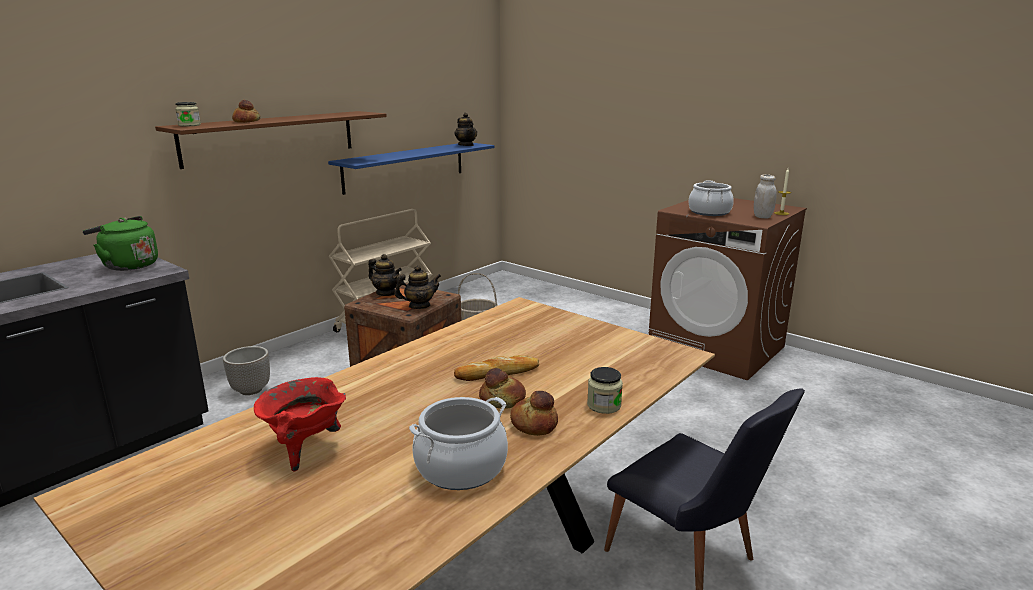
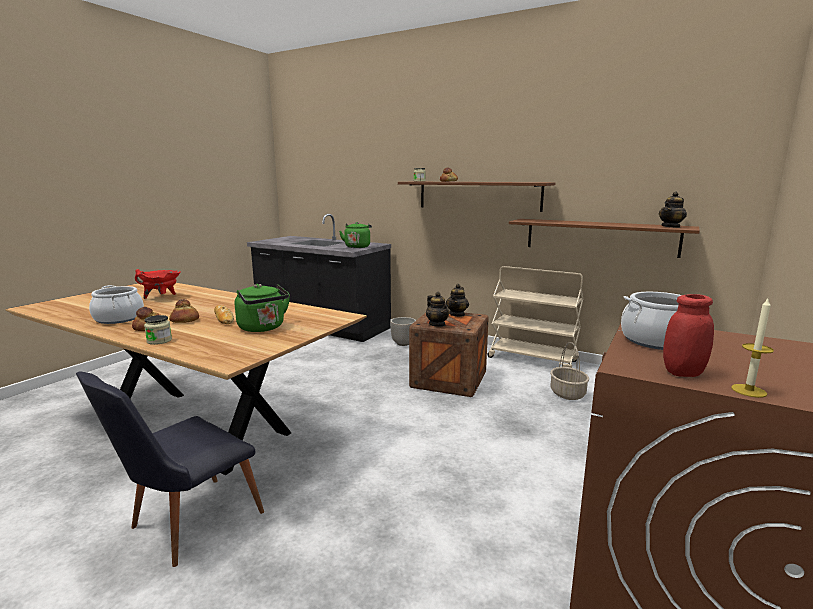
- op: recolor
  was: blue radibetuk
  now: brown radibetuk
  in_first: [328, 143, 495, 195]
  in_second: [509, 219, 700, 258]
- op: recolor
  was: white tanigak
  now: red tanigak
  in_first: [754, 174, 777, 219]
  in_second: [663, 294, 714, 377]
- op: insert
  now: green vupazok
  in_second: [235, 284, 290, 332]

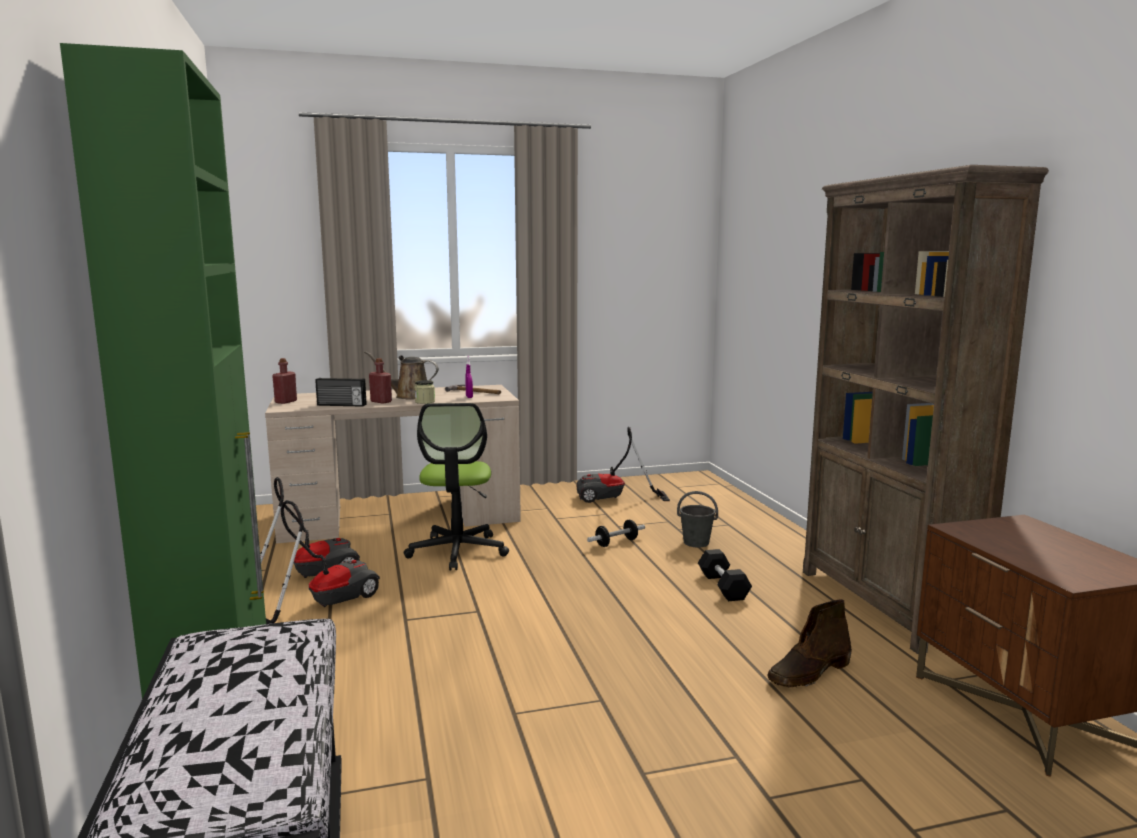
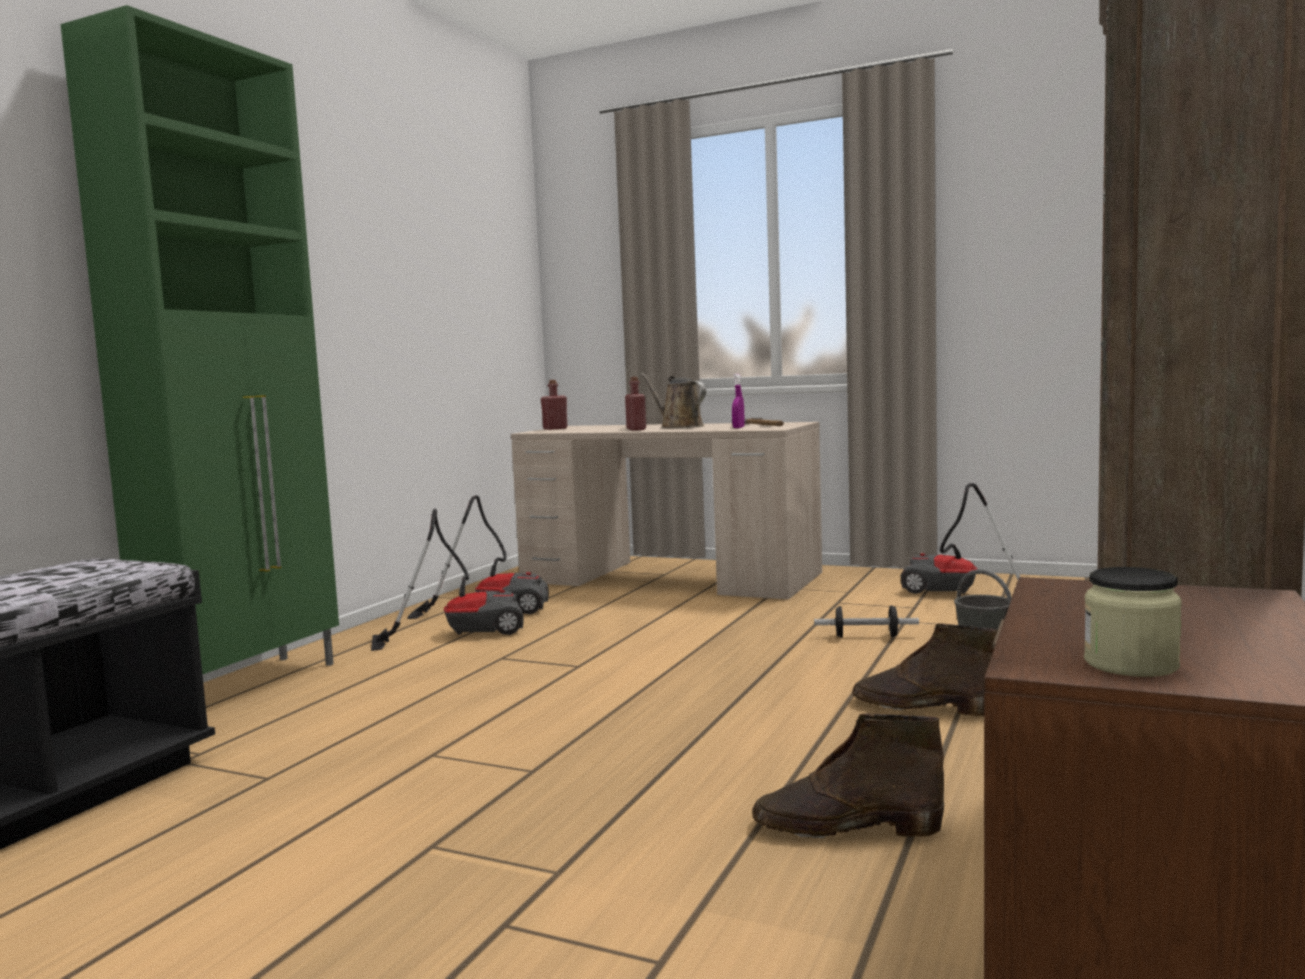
- op: delete
  was: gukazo
  in_first: [315, 378, 367, 407]
- op: delete
  was: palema
  in_first: [404, 403, 509, 570]
- op: move
  was: tanigak
  in_first: [415, 380, 435, 404]
  in_second: [1084, 567, 1182, 677]
- op: replace
  was: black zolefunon
  now: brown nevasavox
  in_first: [698, 549, 752, 601]
  in_second: [852, 623, 997, 716]

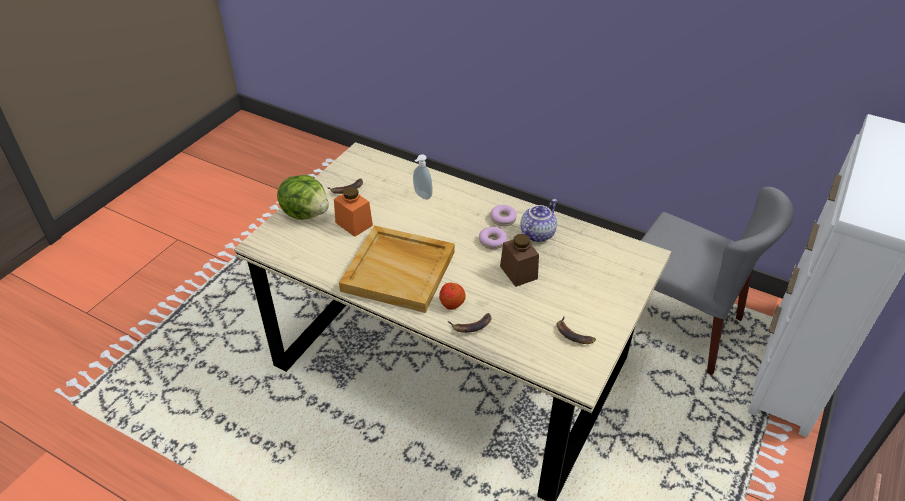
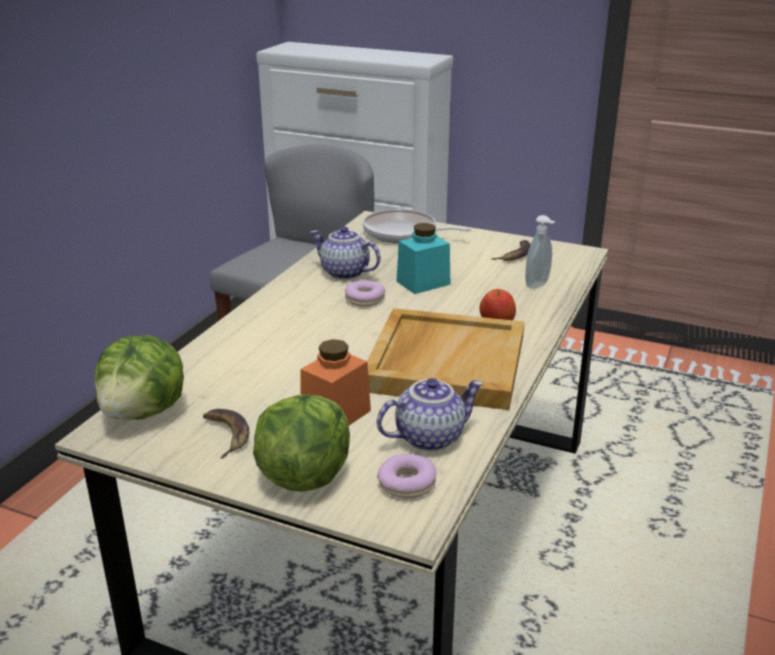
- op: move
  was: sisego
  in_first: [413, 154, 433, 200]
  in_second: [525, 215, 555, 289]
- op: delete
  was: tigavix
  in_first: [448, 313, 492, 333]
- op: move
  was: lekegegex
  in_first: [490, 205, 517, 226]
  in_second: [377, 454, 437, 498]
- op: recolor
  was: brown tanigak
  now: turquoise tanigak
  in_first: [500, 234, 539, 287]
  in_second: [396, 223, 450, 294]
- op: insert
  now: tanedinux
  in_second: [95, 335, 184, 420]
- op: insert
  now: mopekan
  in_second: [362, 209, 471, 243]
- op: insert
  now: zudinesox
  in_second: [377, 378, 483, 451]

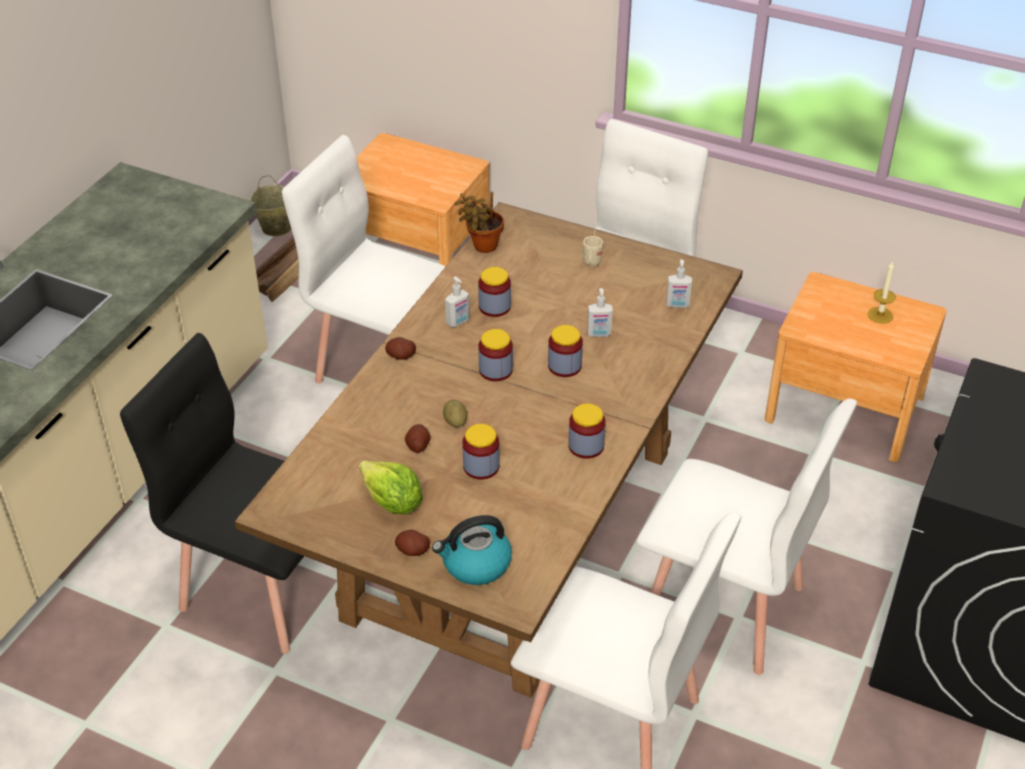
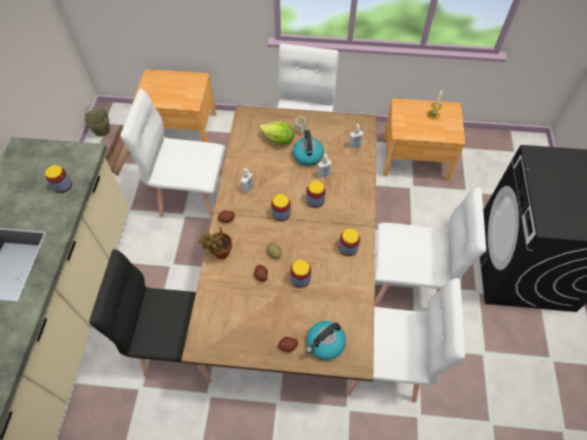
- op: move
  was: tanedinux
  in_first: [359, 460, 423, 514]
  in_second: [259, 122, 294, 145]
- op: move
  was: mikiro
  in_first: [455, 192, 504, 253]
  in_second: [198, 227, 232, 259]
- op: move
  was: tanigak
  in_first: [478, 267, 511, 317]
  in_second: [45, 165, 72, 193]
- op: insert
  now: vupazok
  in_second: [293, 129, 324, 166]

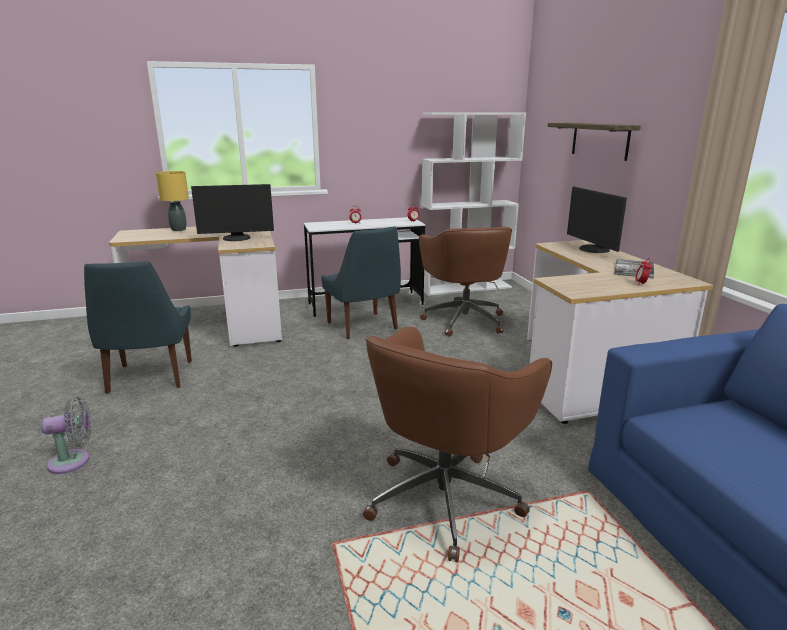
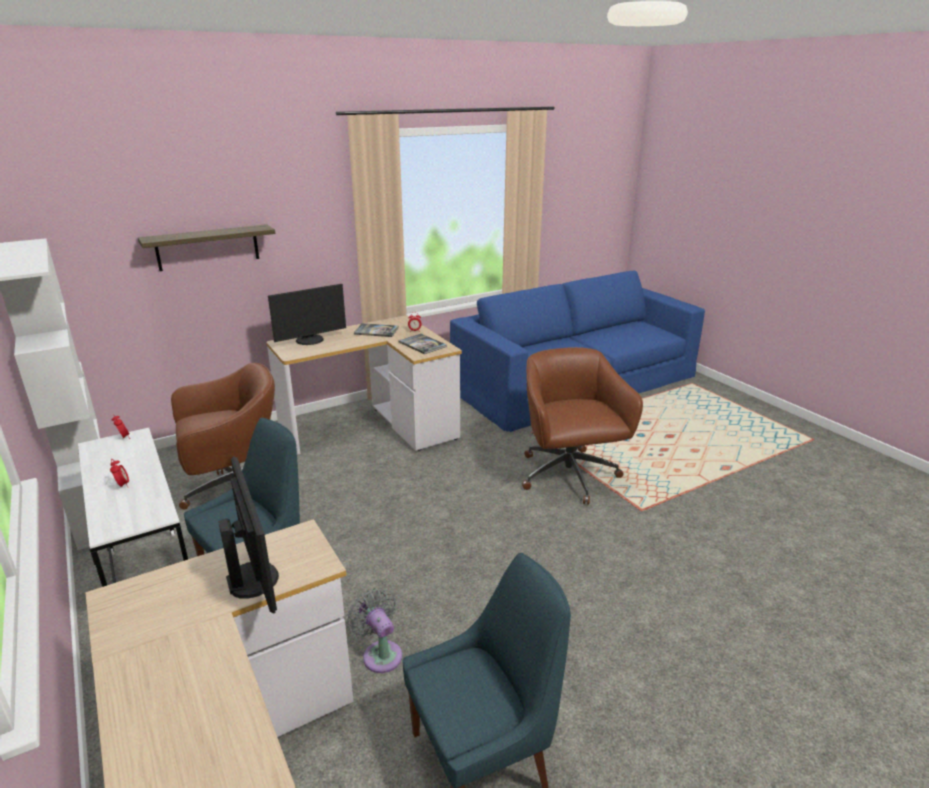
- op: move
  was: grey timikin
  in_first: [41, 396, 91, 474]
  in_second: [347, 588, 402, 673]
- op: delete
  was: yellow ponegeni
  in_first: [156, 171, 189, 231]
- op: rotate
  was: brown palema
  in_first: [363, 327, 552, 562]
  in_second: [522, 347, 643, 505]
  clockwise: -120
- op: insert
  now: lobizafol
  in_second: [399, 334, 447, 354]

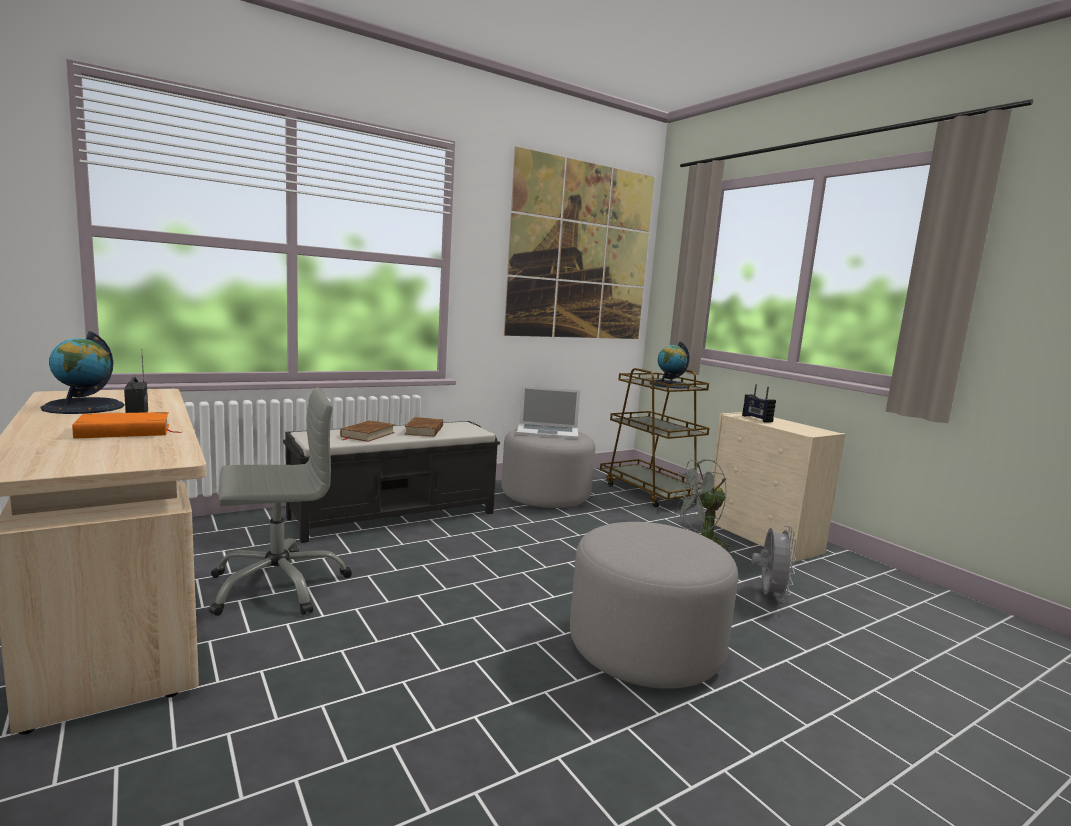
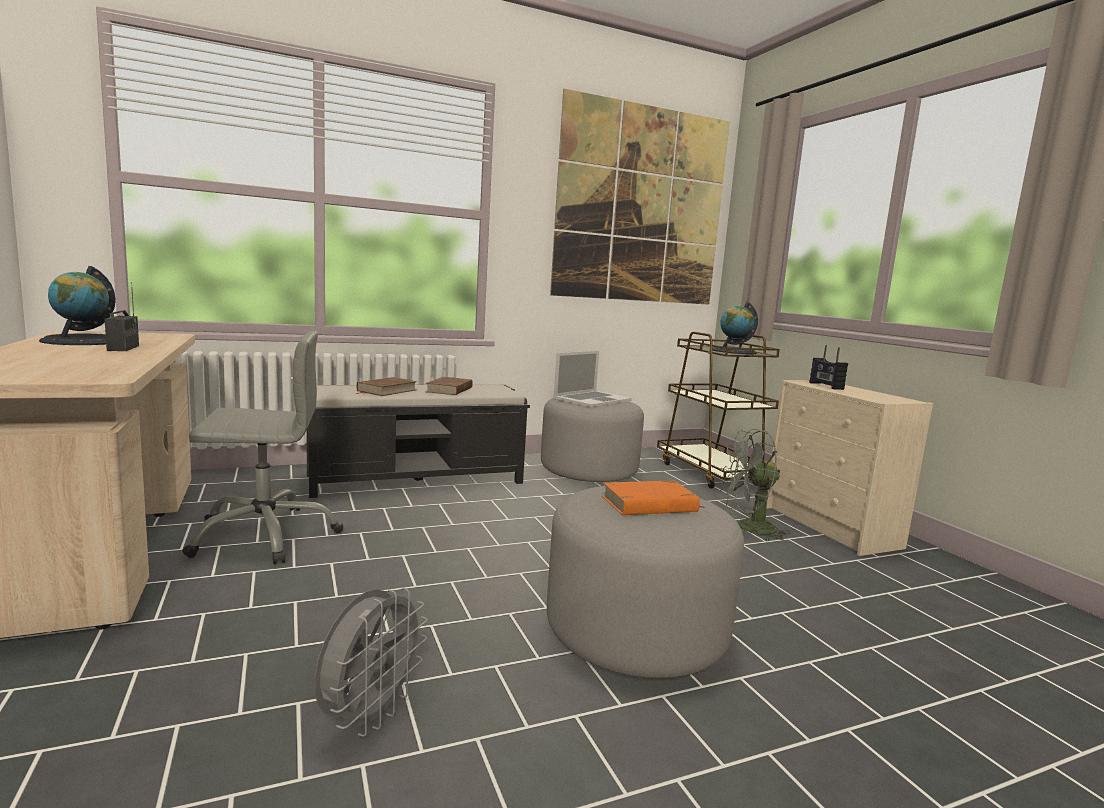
- op: move
  was: orange lobizafol
  in_first: [72, 412, 181, 439]
  in_second: [602, 480, 705, 515]
- op: rotate
  was: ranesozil
  in_first: [516, 386, 581, 439]
  in_second: [554, 351, 632, 407]
  clockwise: -60
- op: move
  was: grey timikin
  in_first: [752, 526, 796, 602]
  in_second: [314, 587, 428, 737]

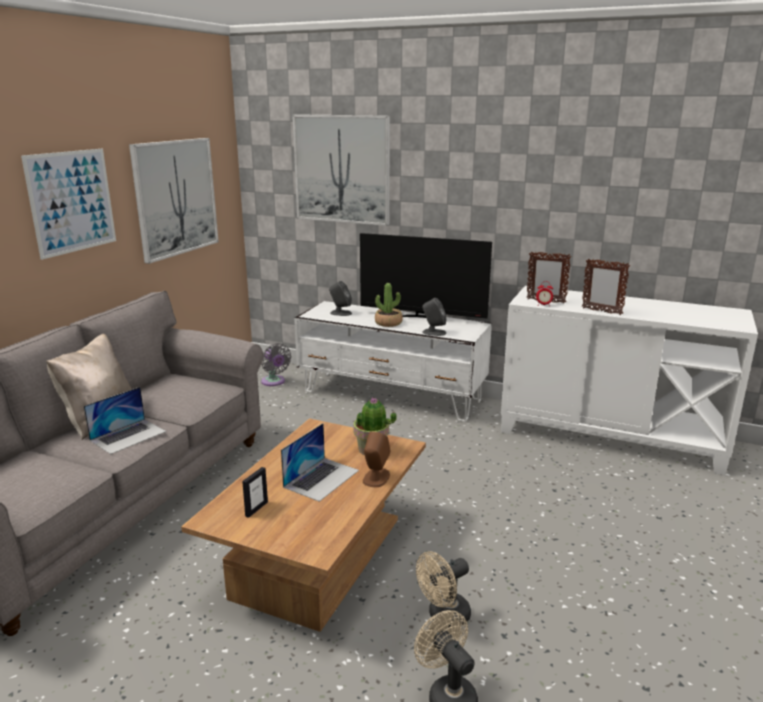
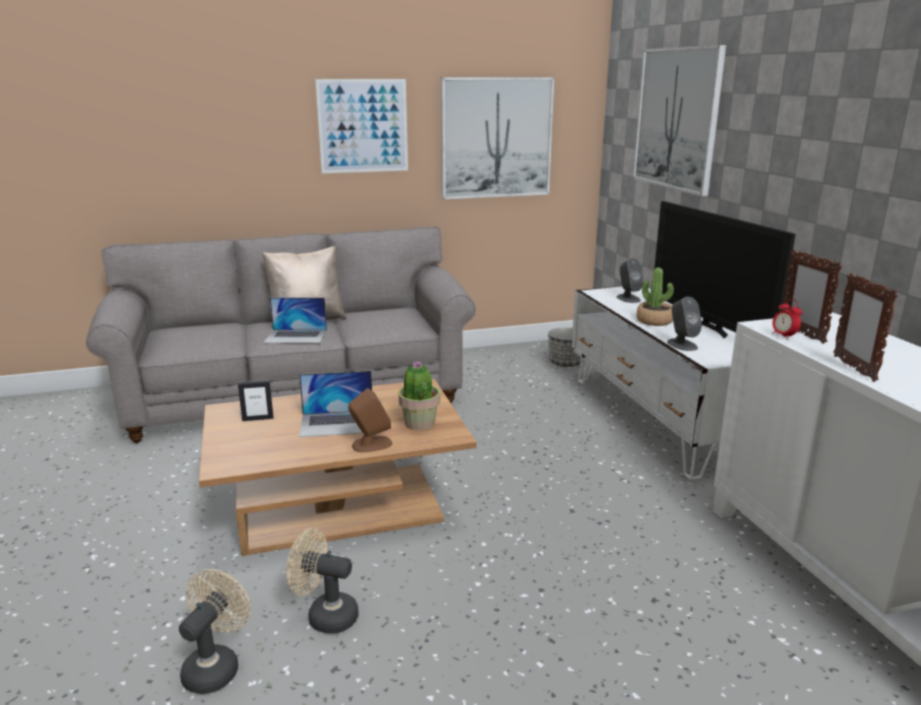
- op: replace
  was: grey timikin
  now: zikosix
  in_first: [261, 343, 291, 386]
  in_second: [548, 327, 583, 367]

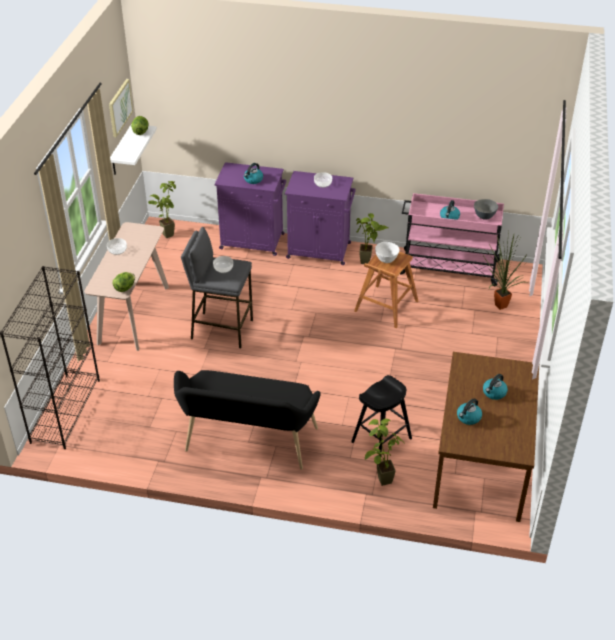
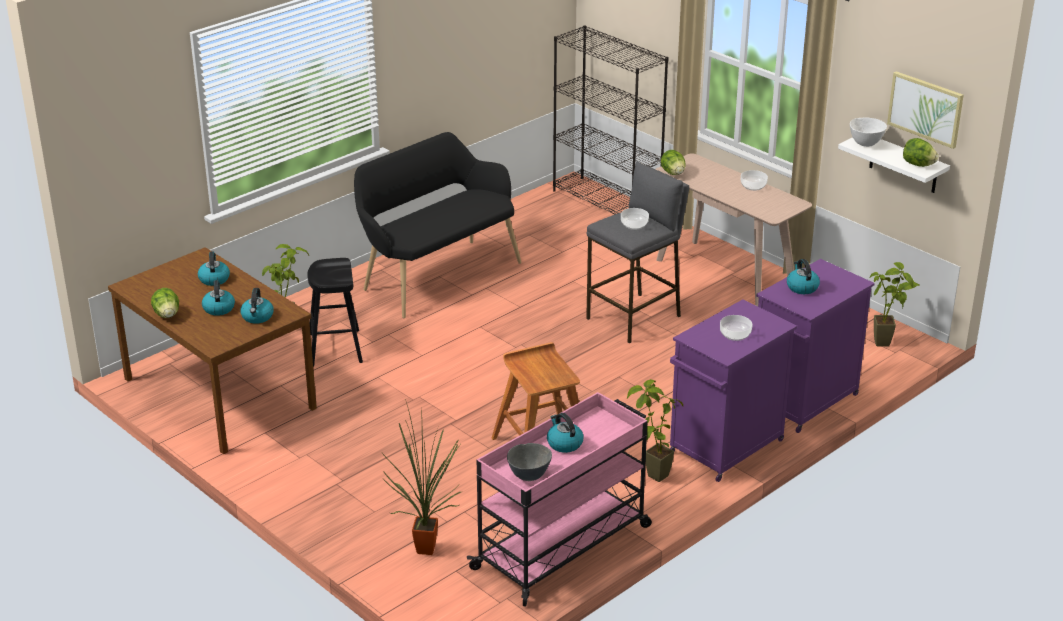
- op: move
  was: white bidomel
  in_first: [375, 242, 400, 263]
  in_second: [850, 118, 887, 147]
- op: insert
  now: tanedinux
  in_second: [151, 288, 179, 318]
- op: insert
  now: vupazok
  in_second: [240, 288, 274, 324]

